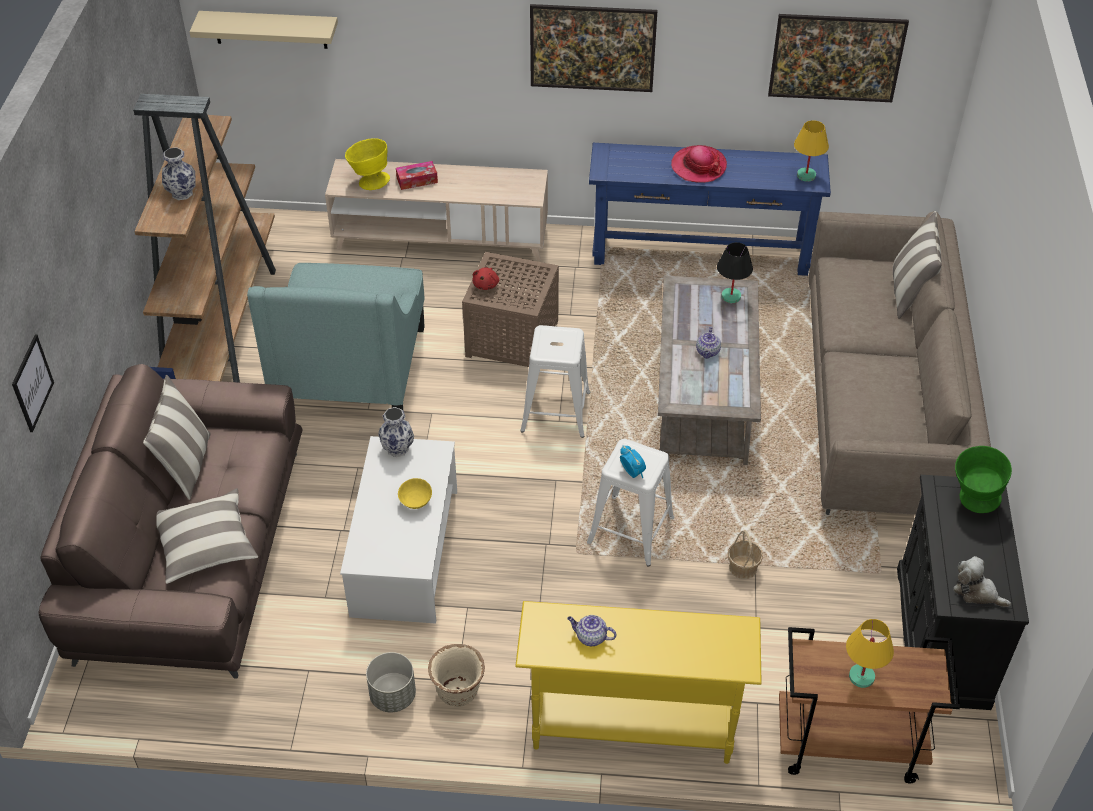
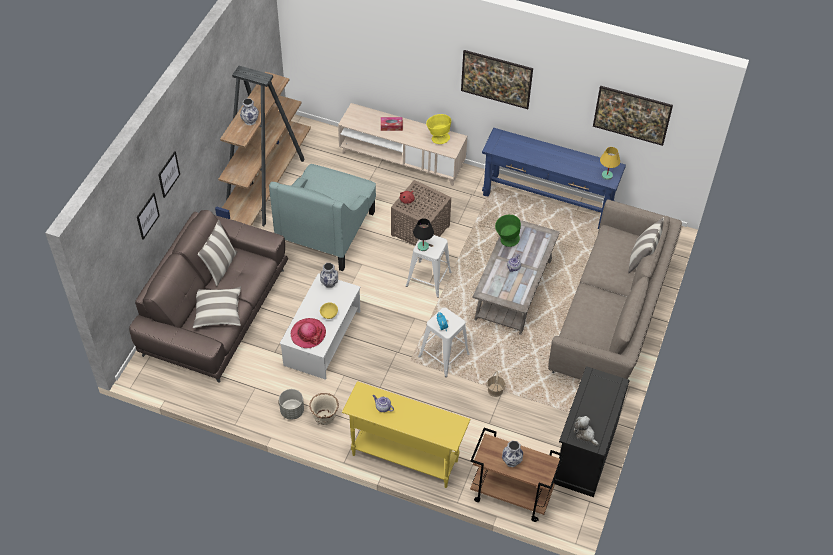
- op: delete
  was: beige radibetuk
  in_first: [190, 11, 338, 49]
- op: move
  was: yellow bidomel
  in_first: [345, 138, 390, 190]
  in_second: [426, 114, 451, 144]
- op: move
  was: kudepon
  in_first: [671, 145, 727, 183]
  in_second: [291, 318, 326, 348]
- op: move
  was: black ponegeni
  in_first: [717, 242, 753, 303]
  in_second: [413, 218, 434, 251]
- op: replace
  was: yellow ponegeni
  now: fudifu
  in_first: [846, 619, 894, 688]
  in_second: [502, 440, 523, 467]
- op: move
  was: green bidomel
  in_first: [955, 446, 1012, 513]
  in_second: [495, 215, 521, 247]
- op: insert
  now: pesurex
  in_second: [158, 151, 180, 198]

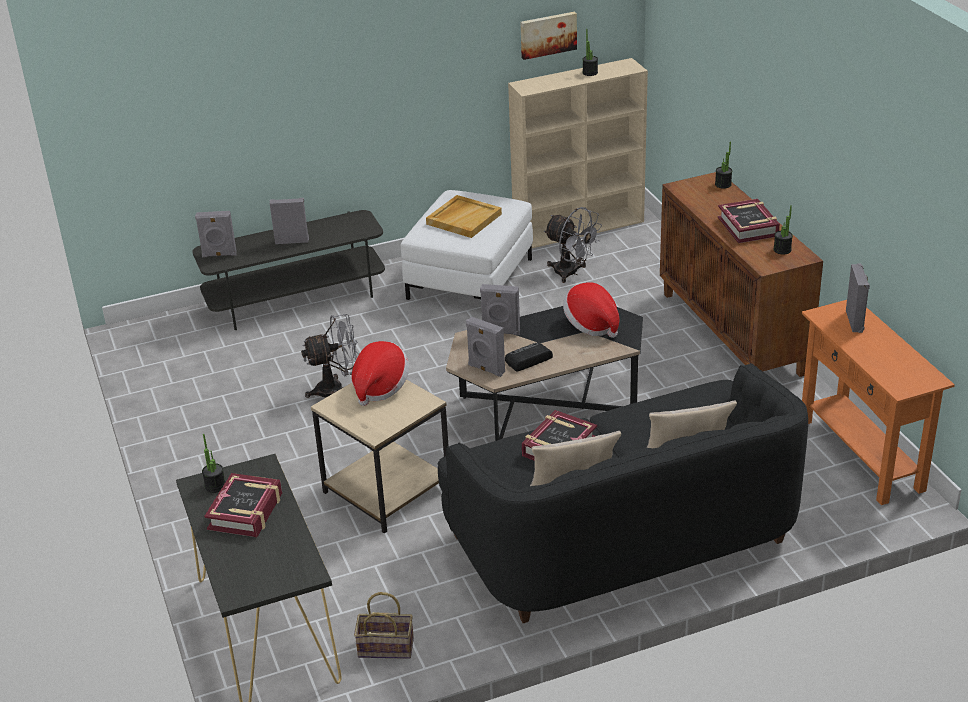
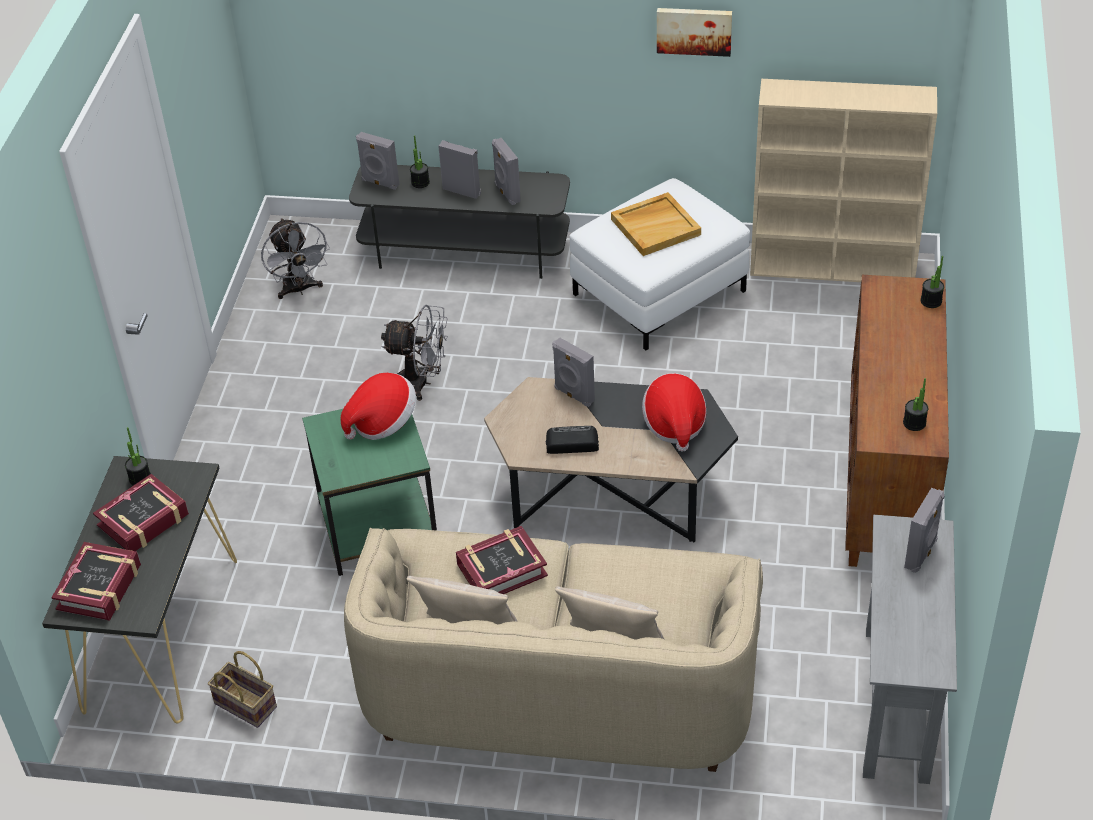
- op: recolor
  was: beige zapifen
  now: green zapifen
  in_first: [311, 379, 449, 534]
  in_second: [302, 409, 437, 576]
- op: recolor
  was: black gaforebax
  now: beige gaforebax
  in_first: [438, 363, 808, 623]
  in_second: [344, 528, 763, 772]
- op: move
  was: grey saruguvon
  in_first: [466, 317, 505, 377]
  in_second: [492, 138, 521, 205]
- op: move
  was: pesurex
  in_first: [521, 12, 577, 60]
  in_second: [657, 8, 732, 57]
- op: move
  was: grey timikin
  in_first: [544, 207, 602, 283]
  in_second: [261, 218, 330, 299]
- op: move
  was: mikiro
  in_first: [583, 29, 598, 76]
  in_second: [410, 135, 430, 188]
- op: move
  was: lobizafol
  in_first: [718, 199, 780, 243]
  in_second: [51, 542, 141, 621]
- op: recolor
  was: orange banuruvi
  now: grey banuruvi
  in_first: [802, 300, 955, 505]
  in_second: [863, 515, 957, 784]

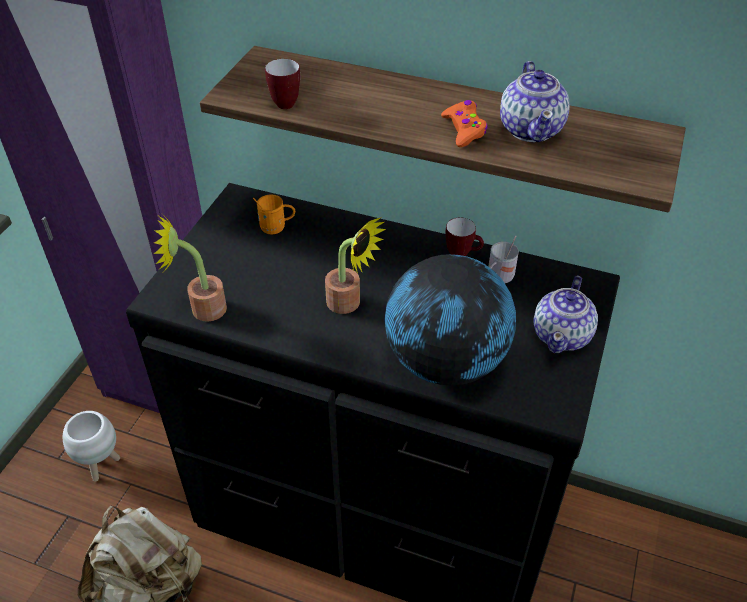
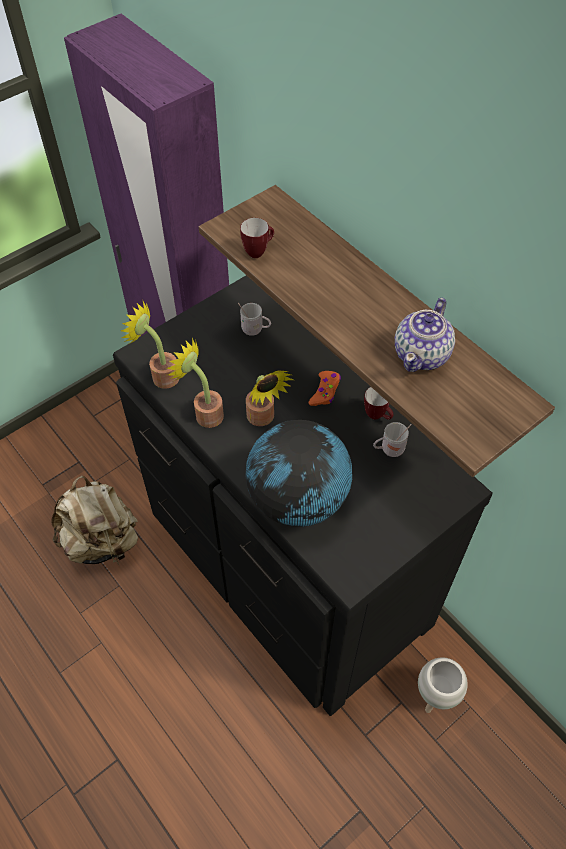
- op: move
  was: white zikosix
  in_first: [63, 411, 120, 482]
  in_second: [418, 657, 468, 713]
- op: recolor
  was: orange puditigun
  now: white puditigun
  in_first: [253, 195, 295, 235]
  in_second: [238, 303, 271, 336]
- op: move
  was: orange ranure
  in_first: [441, 100, 488, 147]
  in_second: [309, 371, 341, 406]
- op: delete
  was: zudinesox
  in_first: [533, 275, 598, 353]
- op: insert
  now: mikiro
  in_second: [167, 338, 224, 428]

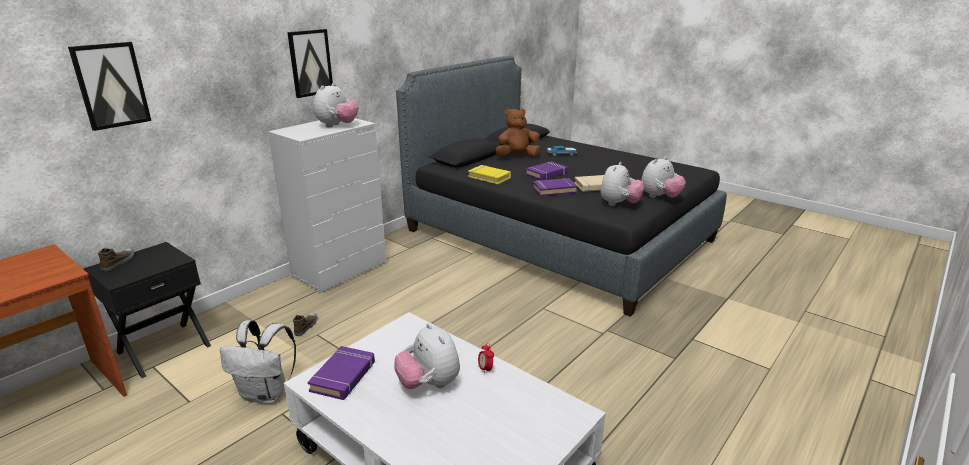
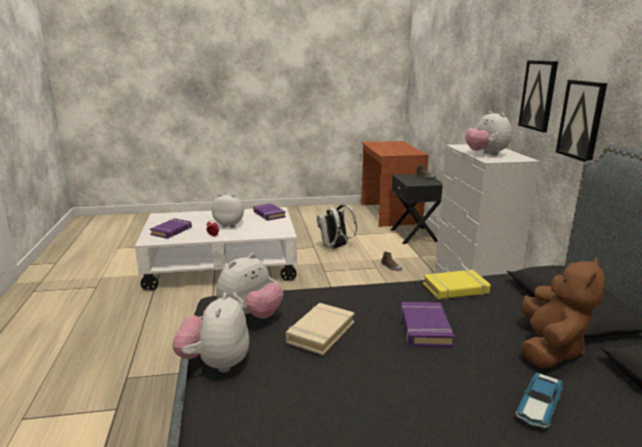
- op: move
  was: pesurex
  in_first: [68, 42, 151, 131]
  in_second: [556, 80, 607, 162]
- op: move
  was: purple lobizafol
  in_first: [533, 178, 578, 196]
  in_second: [150, 218, 192, 239]
- op: rotate
  was: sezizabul
  in_first: [600, 162, 644, 206]
  in_second: [217, 253, 284, 319]
  clockwise: -120

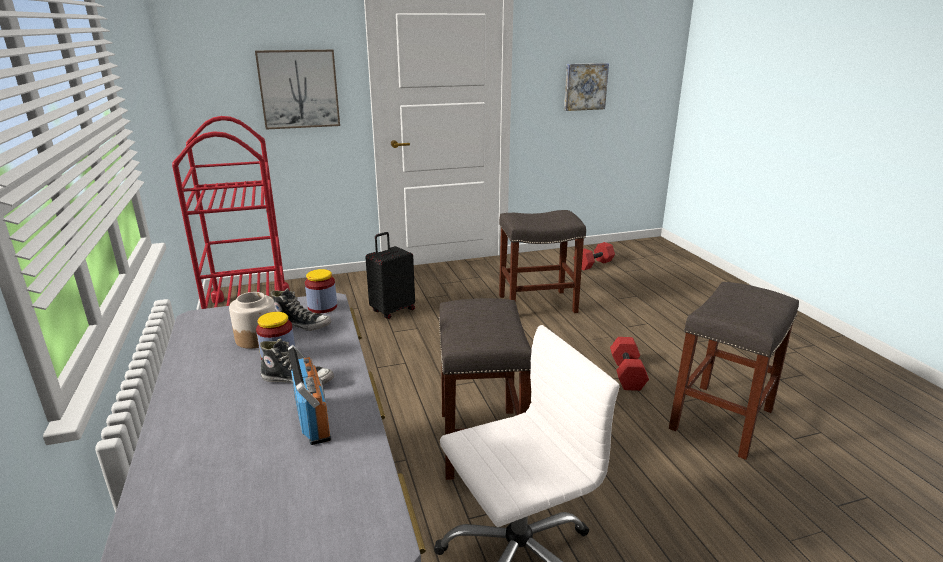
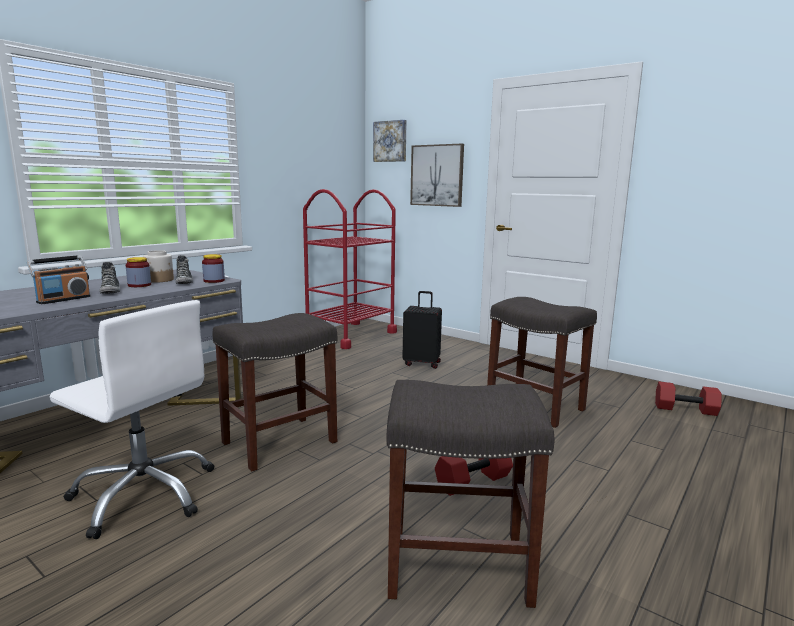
- op: move
  was: pesurex
  in_first: [564, 63, 609, 111]
  in_second: [373, 120, 407, 162]

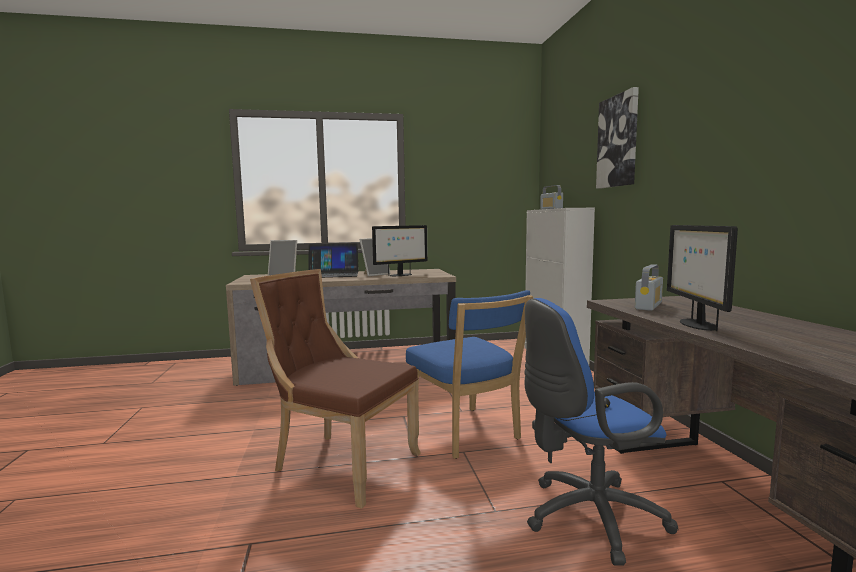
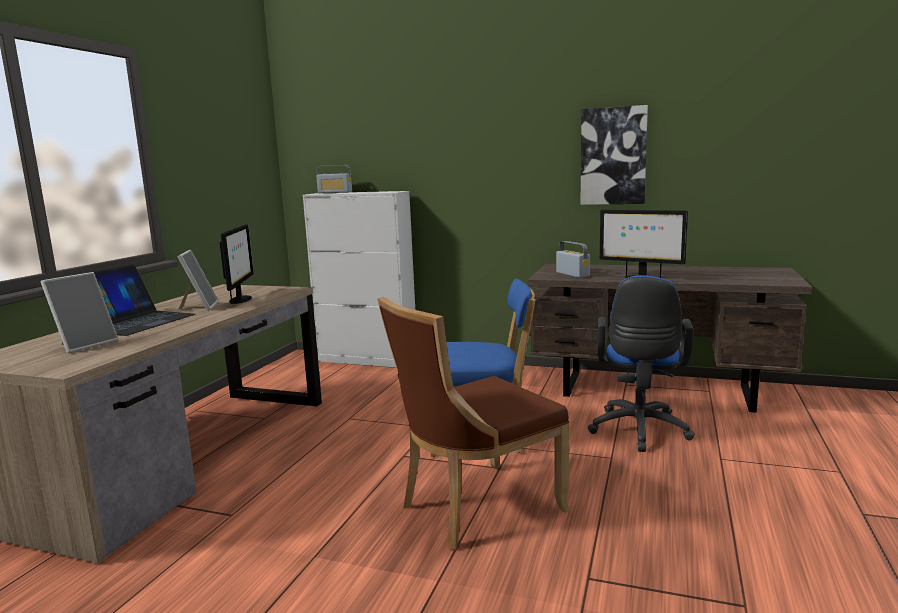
- op: move
  was: pesurex
  in_first: [596, 87, 639, 189]
  in_second: [581, 105, 648, 205]

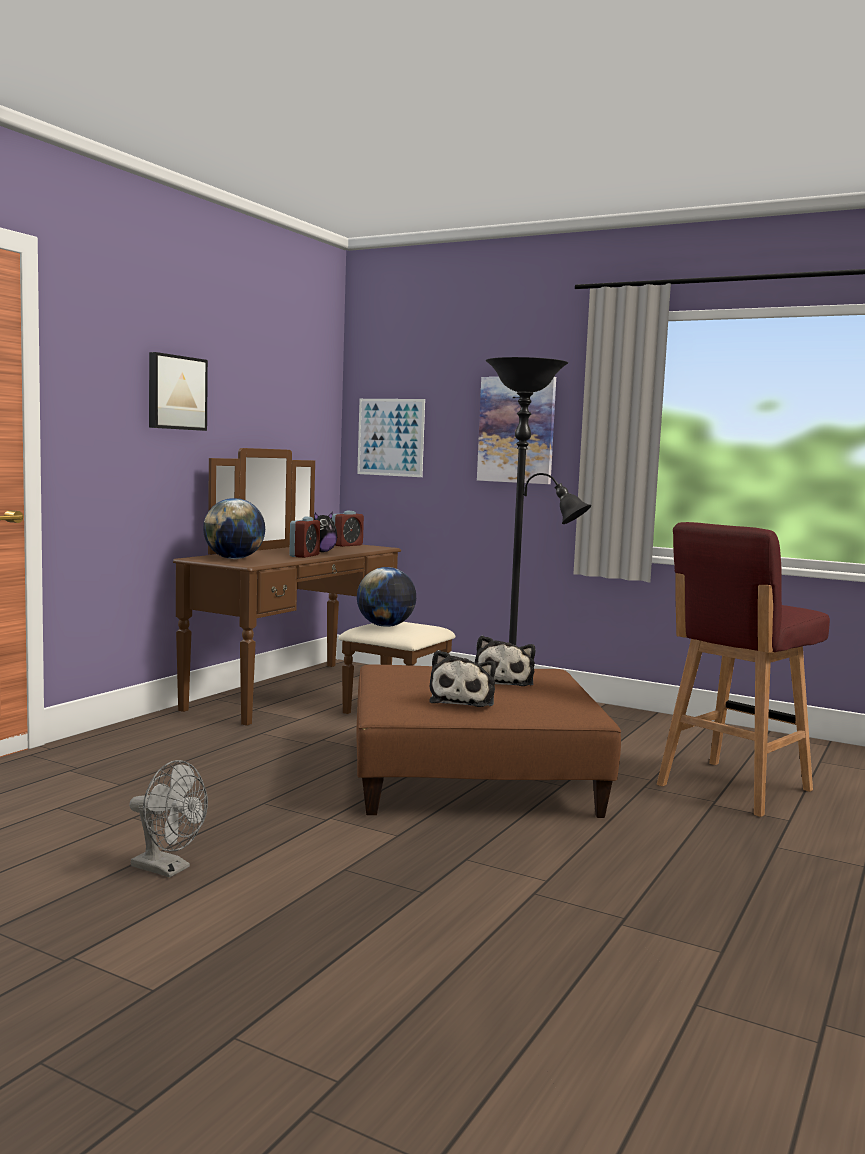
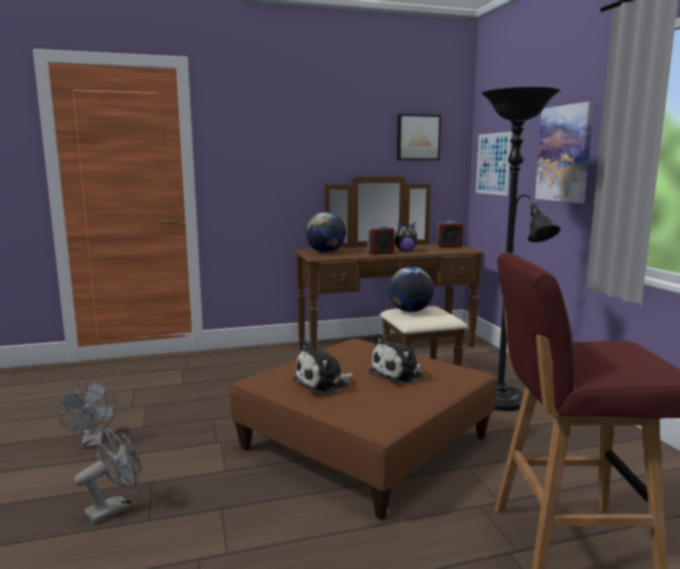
- op: move
  was: pesurex
  in_first: [149, 352, 208, 431]
  in_second: [397, 114, 441, 160]
- op: insert
  now: grey timikin
  in_second: [74, 428, 141, 524]

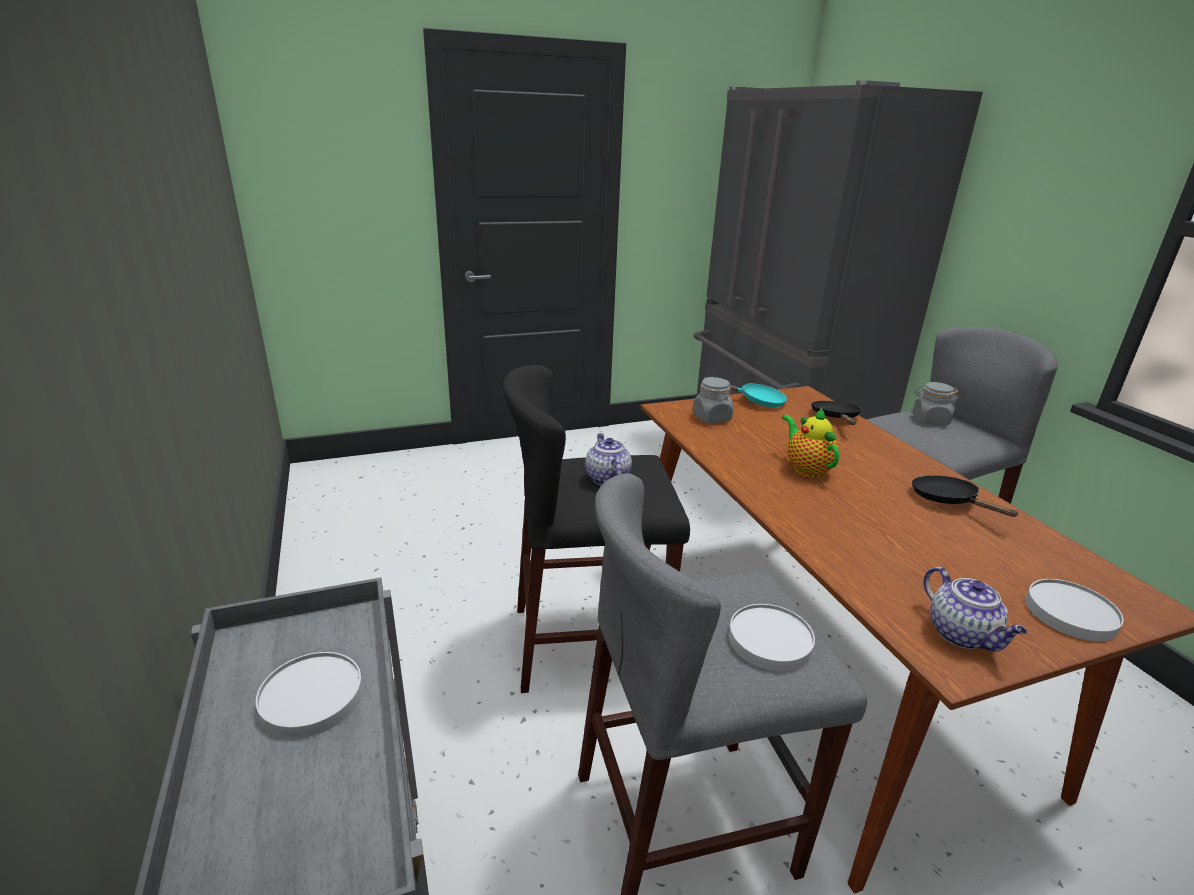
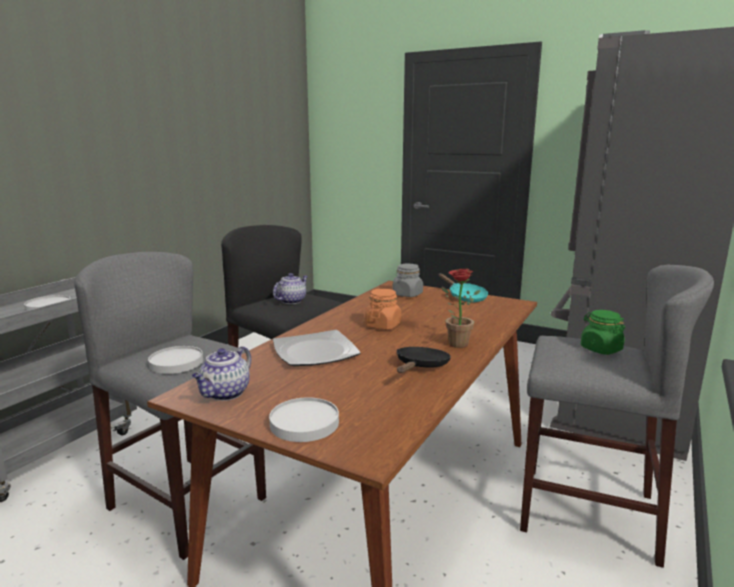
- op: replace
  was: zudinesox
  now: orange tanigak
  in_first: [782, 408, 839, 478]
  in_second: [365, 289, 401, 330]
- op: delete
  was: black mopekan
  in_first: [811, 401, 862, 425]
- op: recolor
  was: grey tanigak
  now: green tanigak
  in_first: [912, 382, 959, 425]
  in_second: [581, 310, 625, 355]
- op: insert
  now: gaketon
  in_second: [273, 330, 361, 366]
- op: insert
  now: mikiro
  in_second: [441, 269, 481, 348]

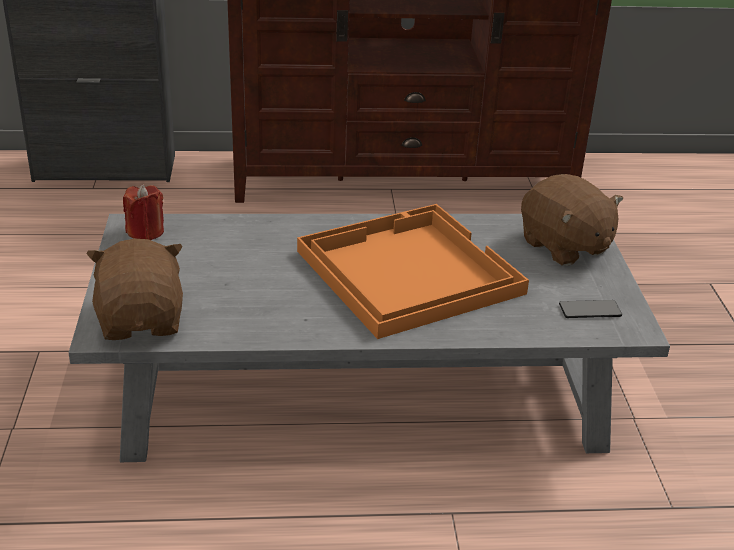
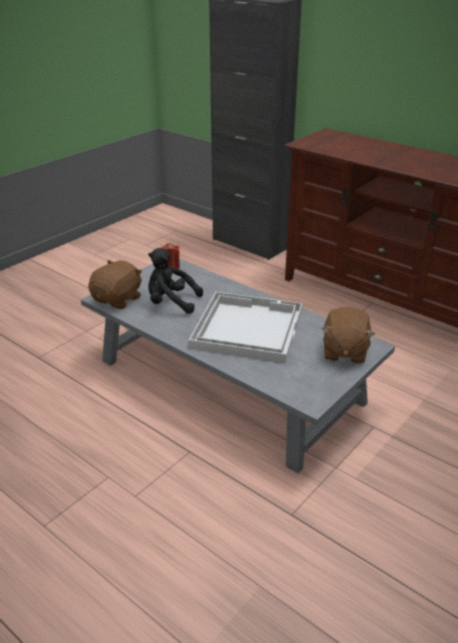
- op: recolor
  was: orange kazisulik
  now: white kazisulik
  in_first: [297, 204, 529, 339]
  in_second: [189, 292, 302, 363]
- op: delete
  was: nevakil
  in_first: [559, 300, 622, 318]
- op: insert
  now: black sezizabul
  in_second: [148, 248, 203, 314]

